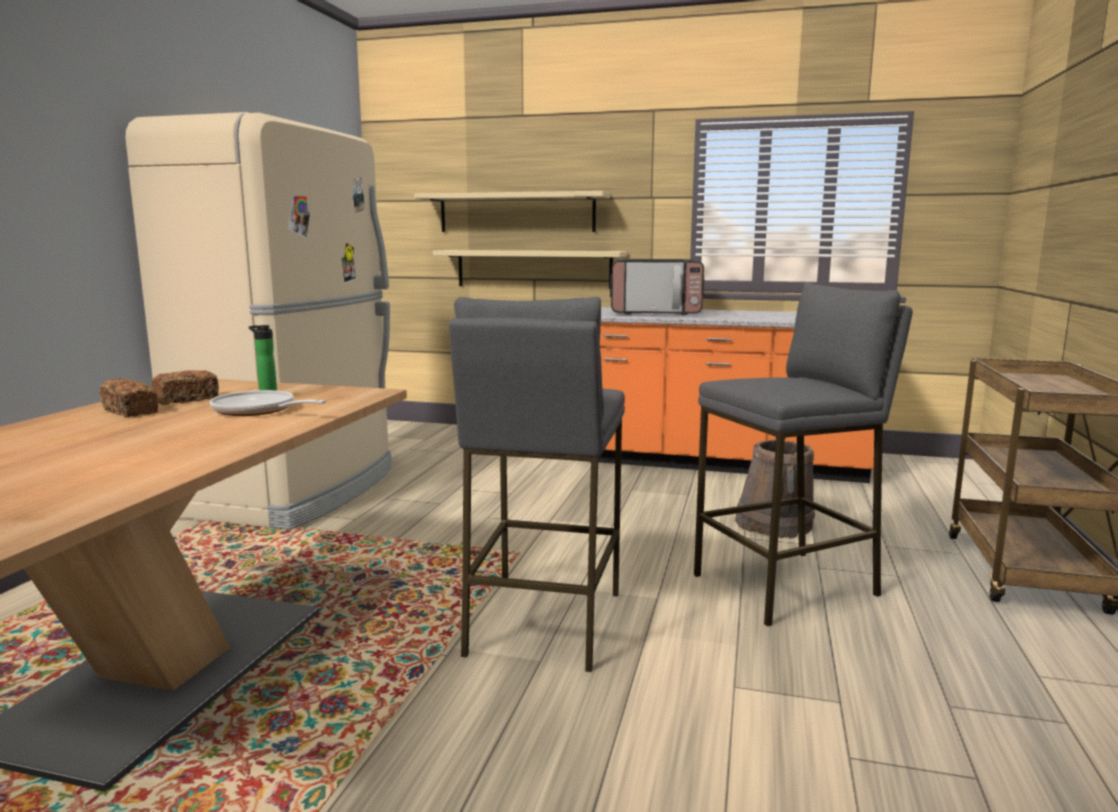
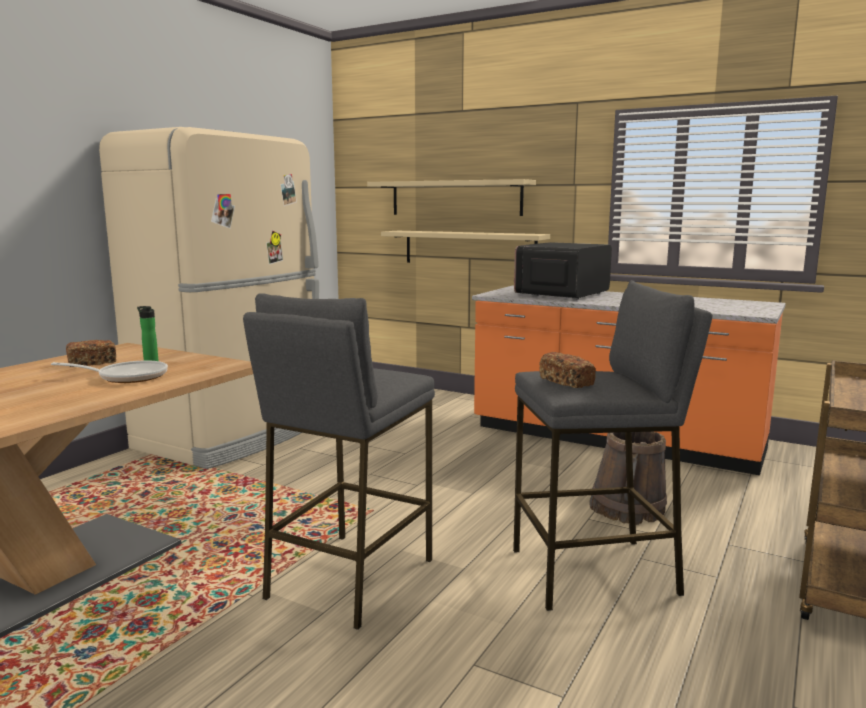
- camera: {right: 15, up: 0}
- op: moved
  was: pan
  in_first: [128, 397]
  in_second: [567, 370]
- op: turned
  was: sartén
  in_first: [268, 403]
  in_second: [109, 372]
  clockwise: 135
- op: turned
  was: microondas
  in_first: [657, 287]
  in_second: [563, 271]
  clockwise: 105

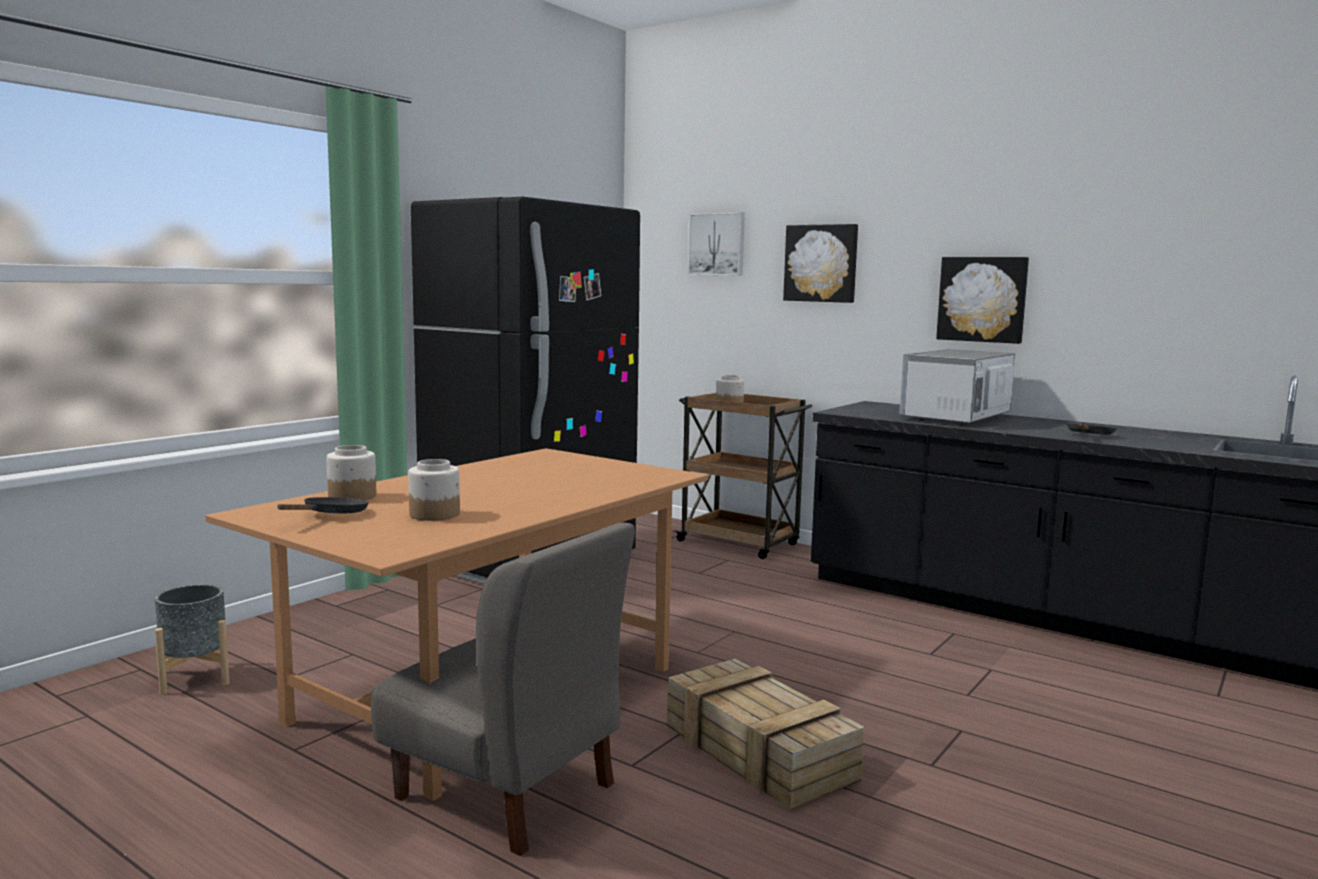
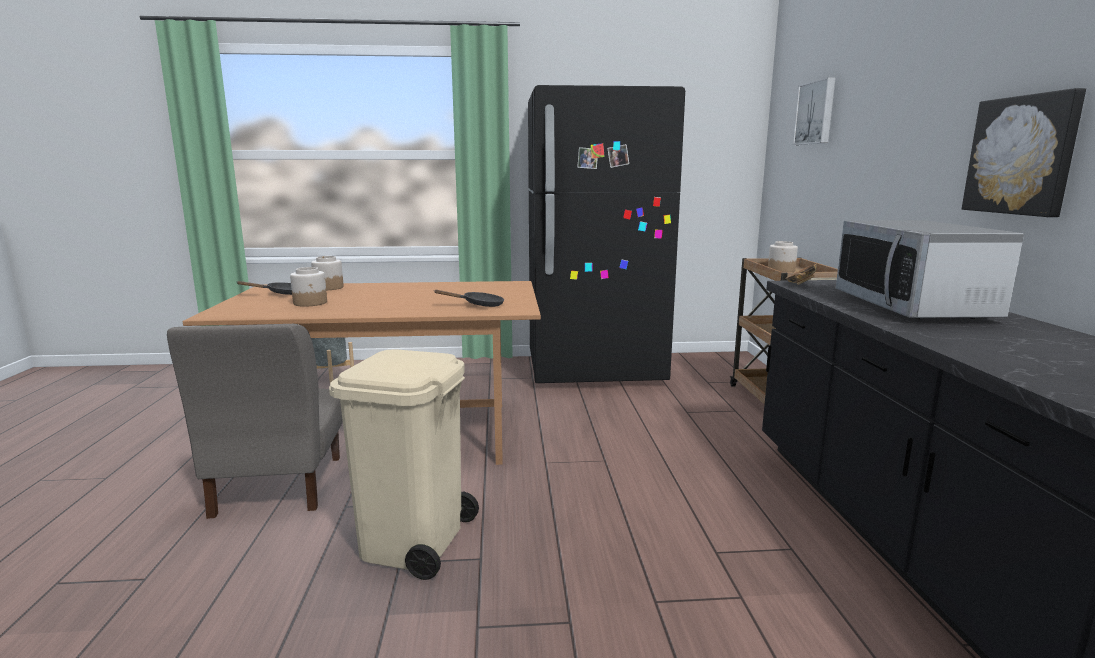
- camera: {right: 50, up: 5}
- op: removed
  was: cuadro
  in_first: [820, 263]
- op: added
  now: cuenco
  in_second: [801, 274]
- op: moved
  was: sartén/negro
  in_first: [1092, 429]
  in_second: [468, 298]
- op: replaced
  was: caja de embalaje
  now: papelera/beis
  in_first: [765, 734]
  in_second: [404, 464]
- op: turned
  was: microondas
  in_first: [957, 387]
  in_second: [930, 269]
  clockwise: -90

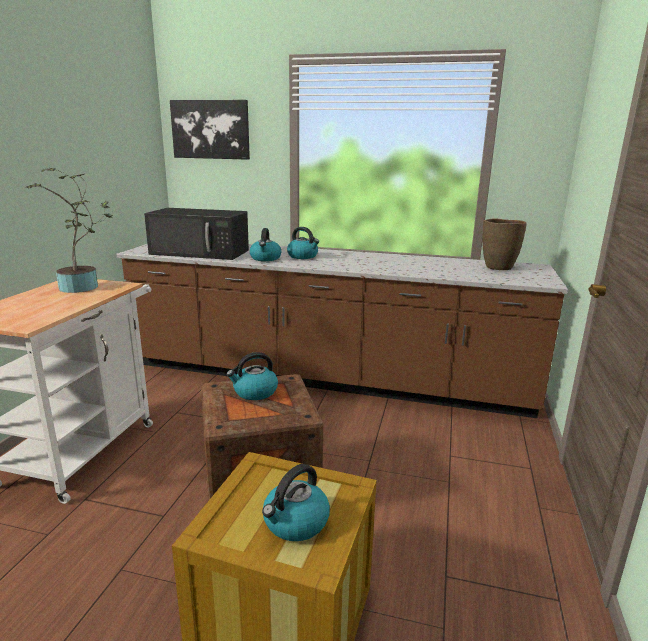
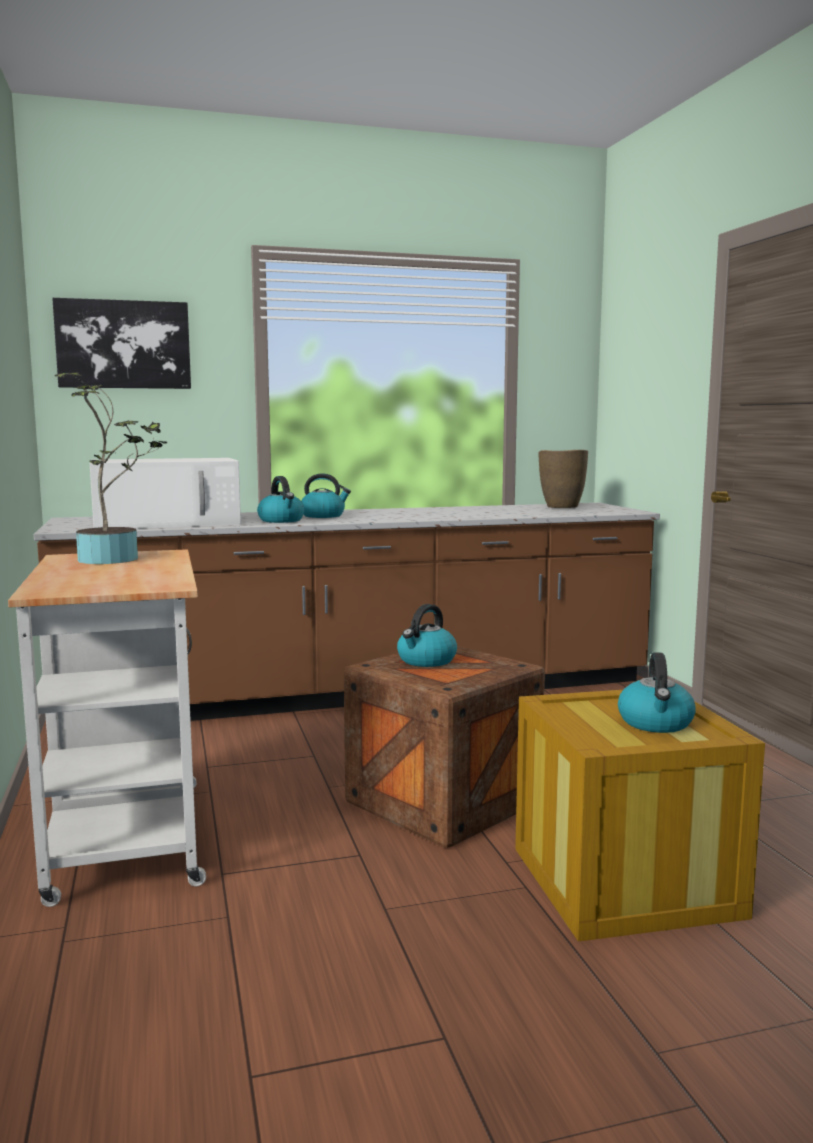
- camera: {right: -30, up: -10}
- op: recoloured
  was: microondas/negro
  now: microondas/blanco
  in_first: [196, 234]
  in_second: [165, 493]

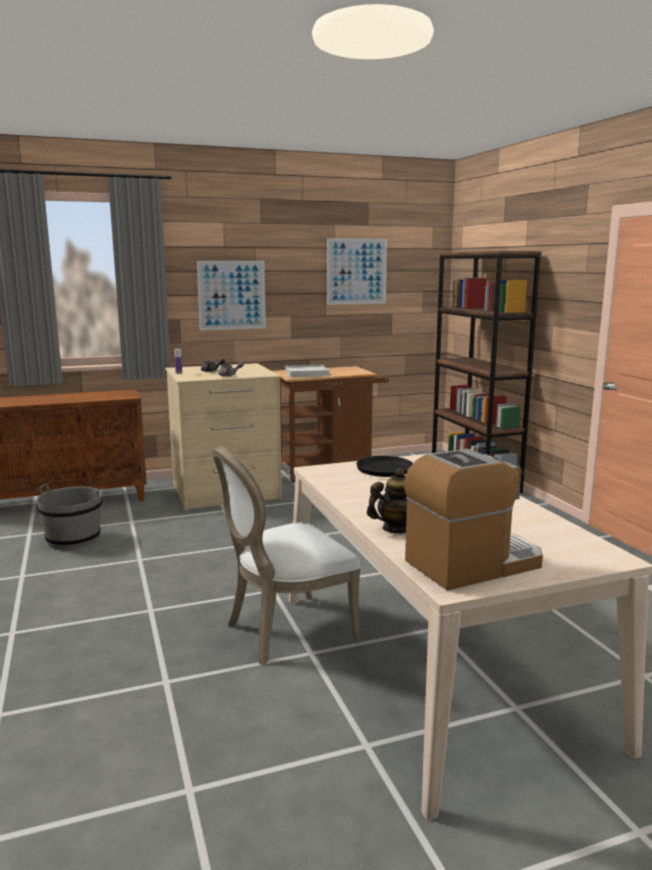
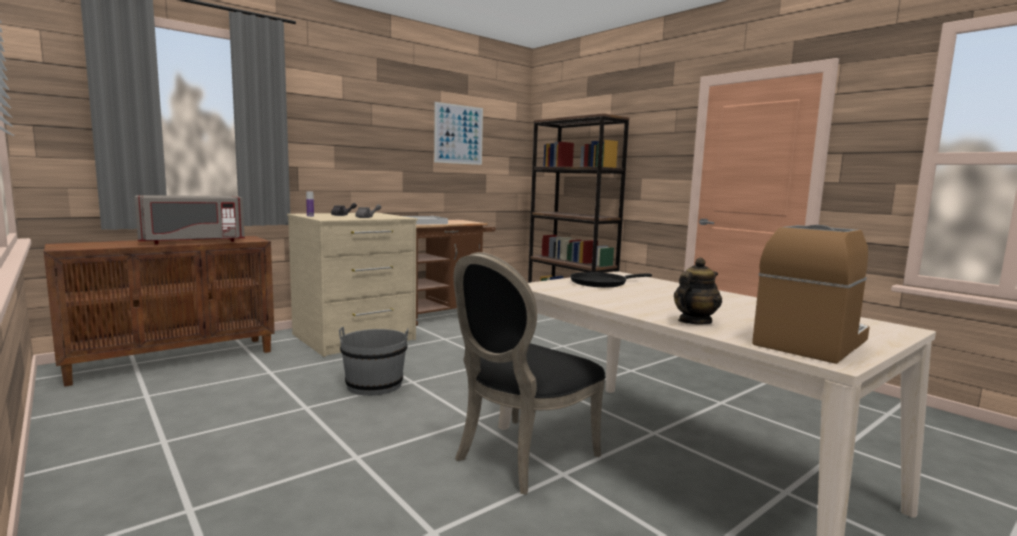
- camera: {right: -20, up: -5}
- op: removed
  was: cuadro
  in_first: [231, 295]
- op: added
  now: microondas/gris
  in_second: [190, 219]
- op: moved
  was: cubo/gris
  in_first: [69, 517]
  in_second: [374, 361]
- op: recoloured
  was: silla/blanco
  now: silla/negro
  in_first: [286, 555]
  in_second: [529, 373]

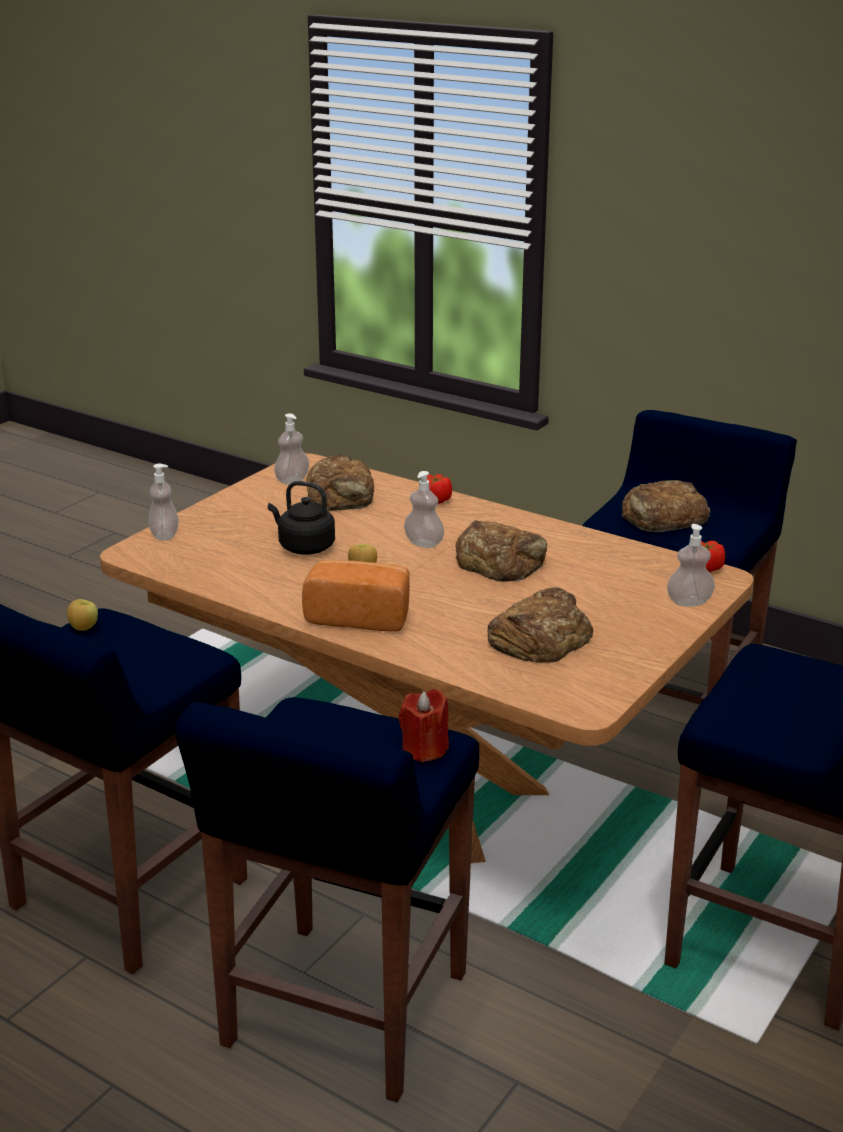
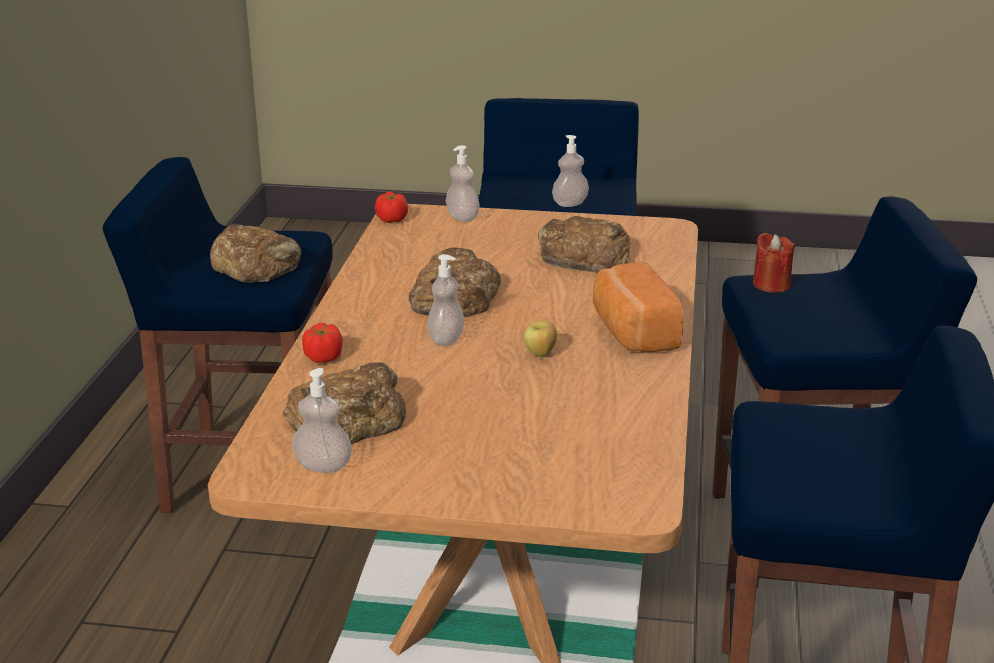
- camera: {right: -115, up: 0}
- op: removed
  was: manzana
  in_first: [82, 615]
- op: removed
  was: hervidor/negro
  in_first: [301, 518]
- op: moved
  was: dispensador de jabón
  in_first: [163, 502]
  in_second: [570, 171]

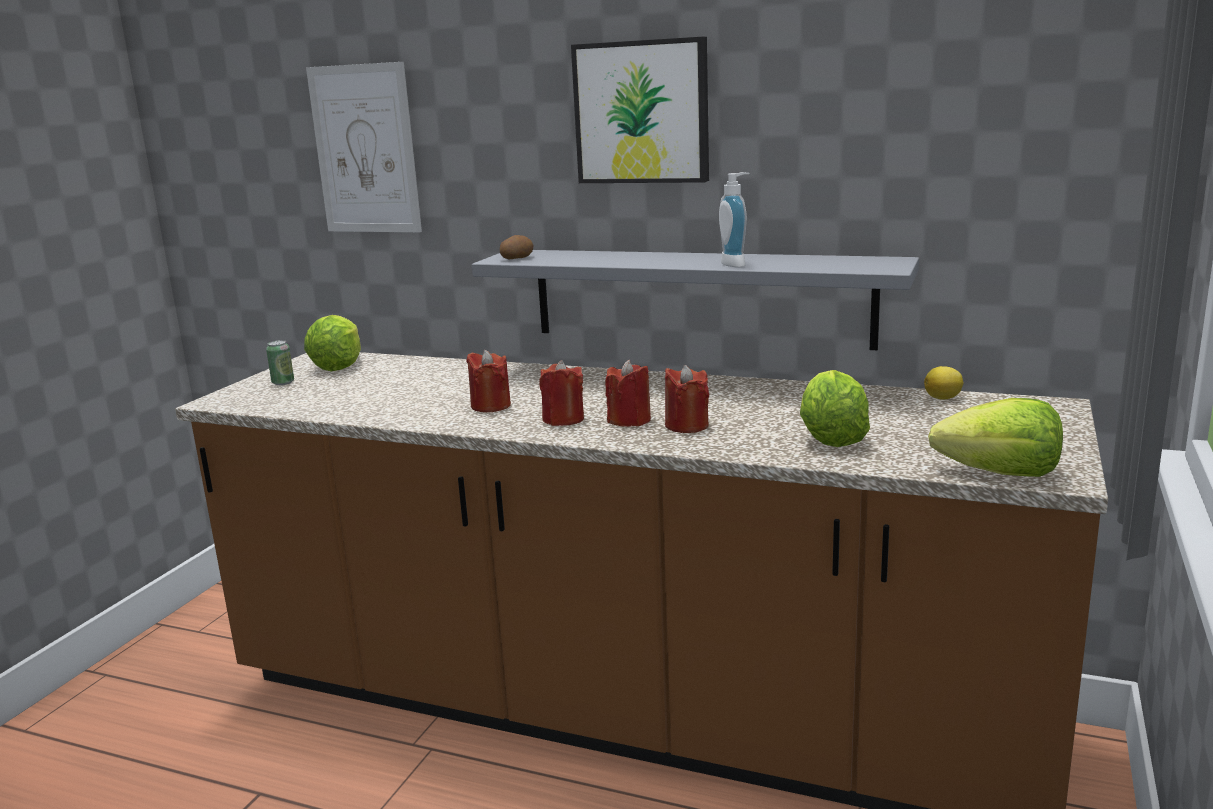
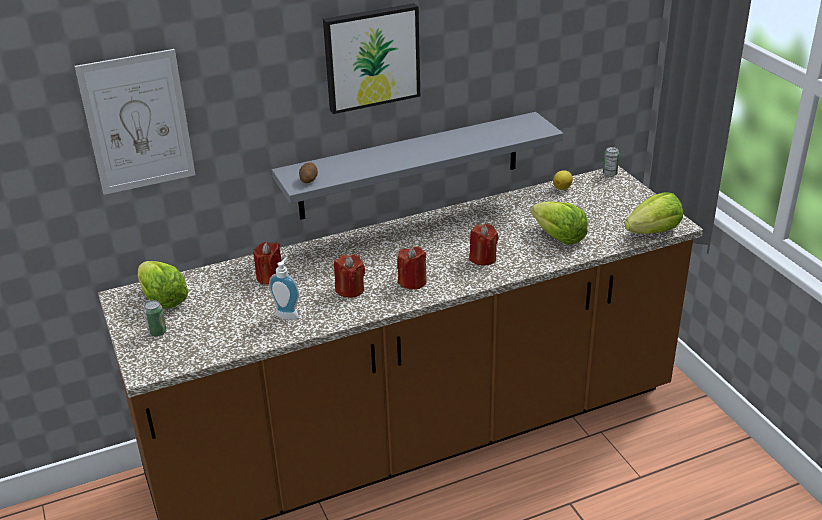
- camera: {right: -45, up: 15}
- op: added
  now: lata
  in_second: [611, 162]
- op: moved
  was: vela/rojo
  in_first: [628, 393]
  in_second: [267, 263]
- op: moved
  was: dispensador de jabón
  in_first: [734, 219]
  in_second: [284, 288]

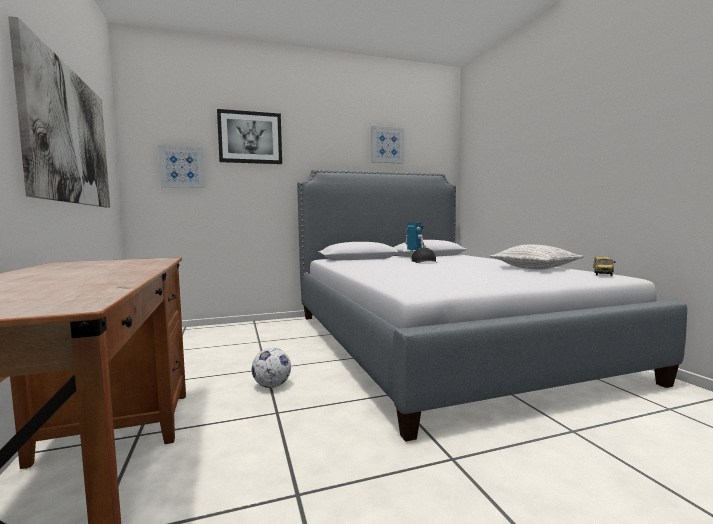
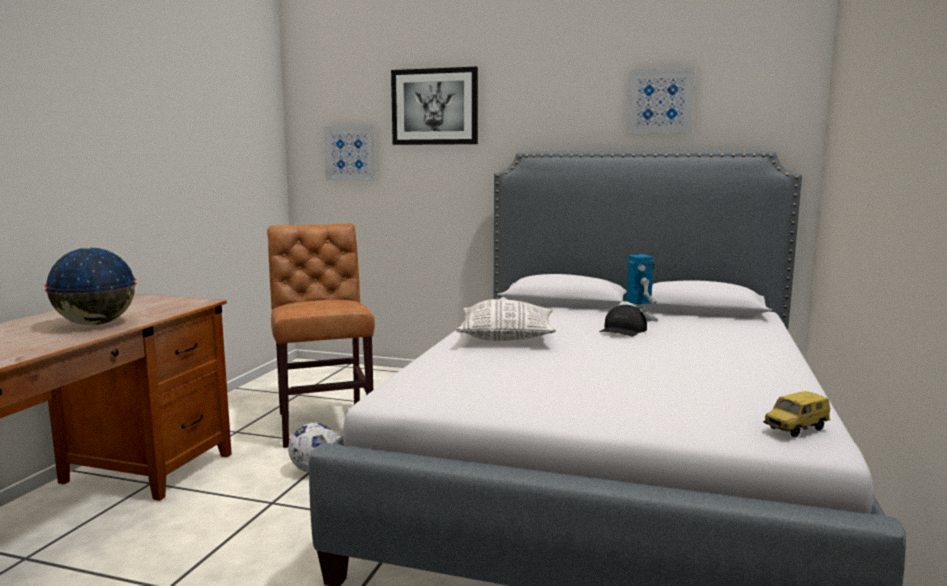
- camera: {right: 35, up: 5}
- op: removed
  was: cuadro
  in_first: [59, 111]
- op: added
  now: globo terráqueo
  in_second: [91, 286]
- op: added
  now: silla/marrón
  in_second: [321, 336]
- op: moved
  was: cojín
  in_first: [536, 257]
  in_second: [506, 320]

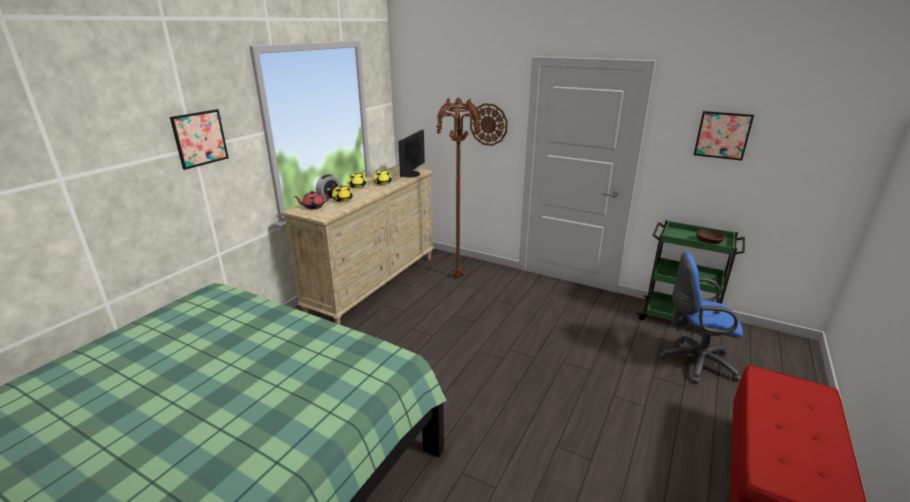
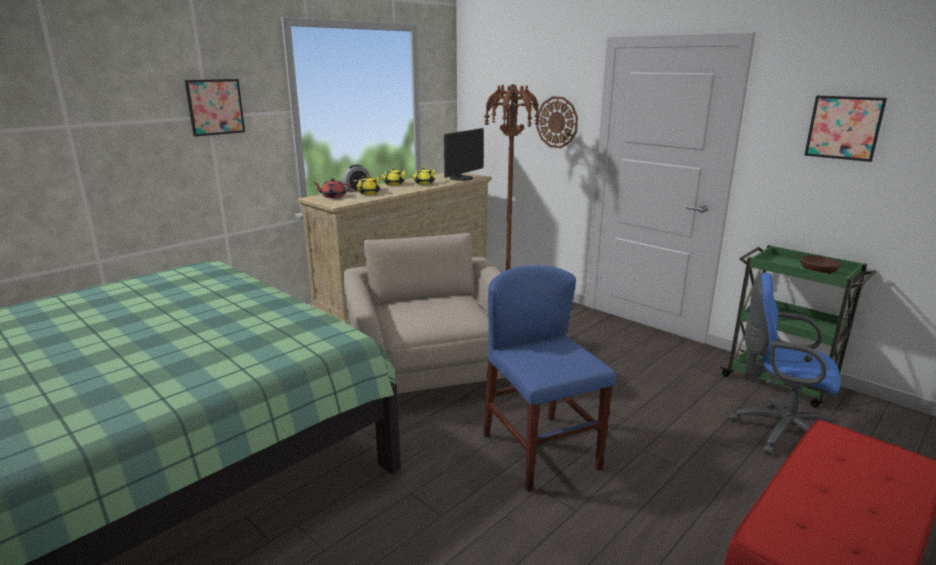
- camera: {right: 15, up: -5}
- op: added
  now: sillón/beis
  in_second: [428, 313]
- op: added
  now: silla/azul
  in_second: [549, 378]

